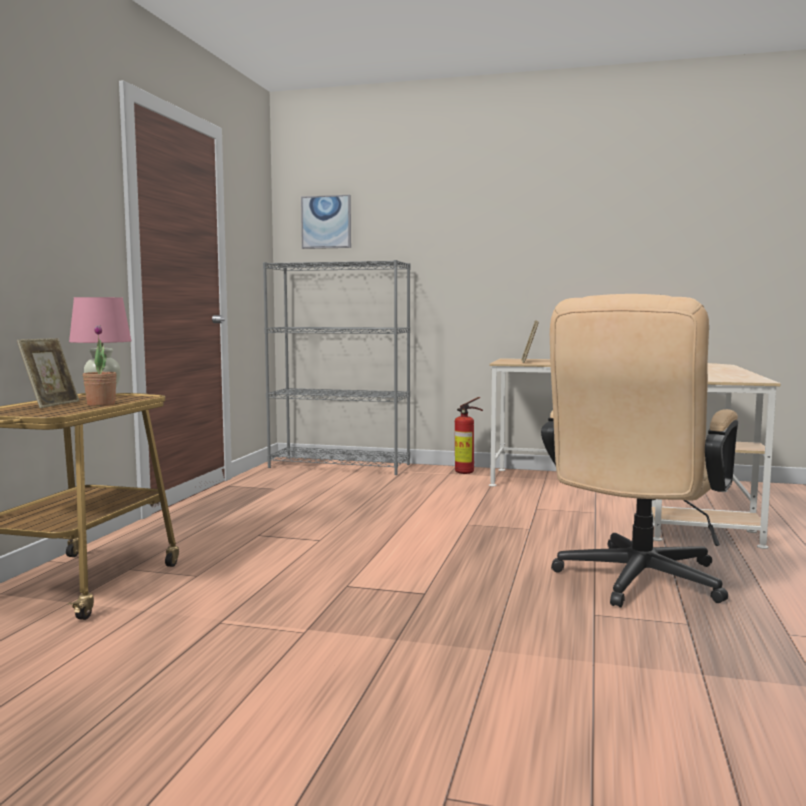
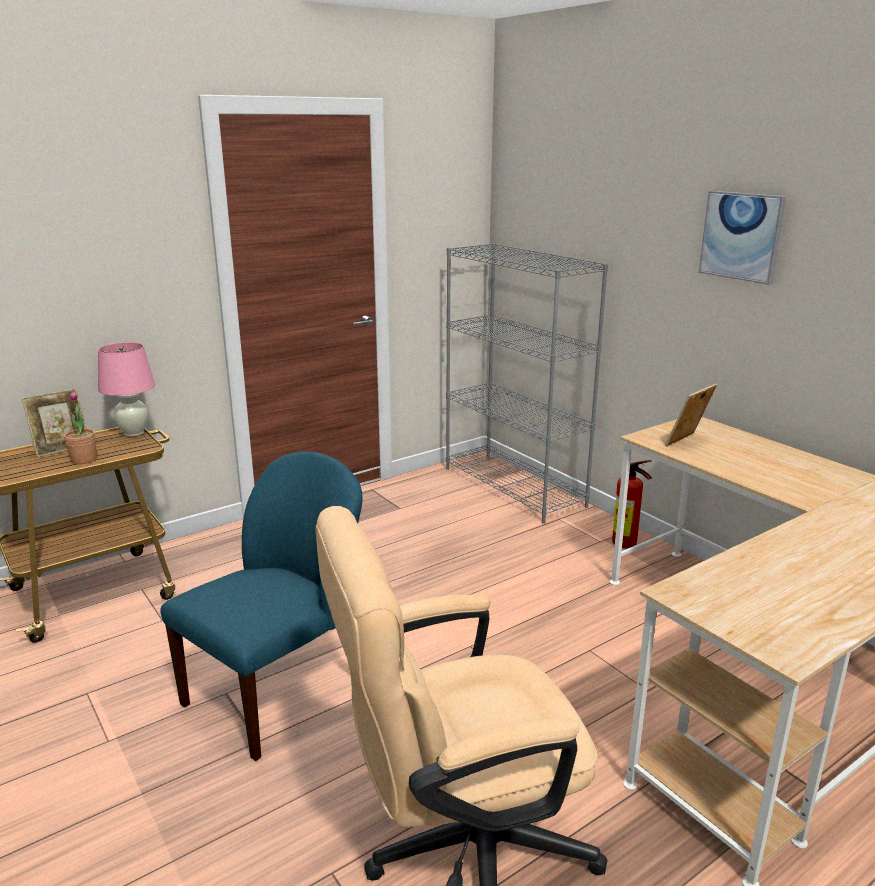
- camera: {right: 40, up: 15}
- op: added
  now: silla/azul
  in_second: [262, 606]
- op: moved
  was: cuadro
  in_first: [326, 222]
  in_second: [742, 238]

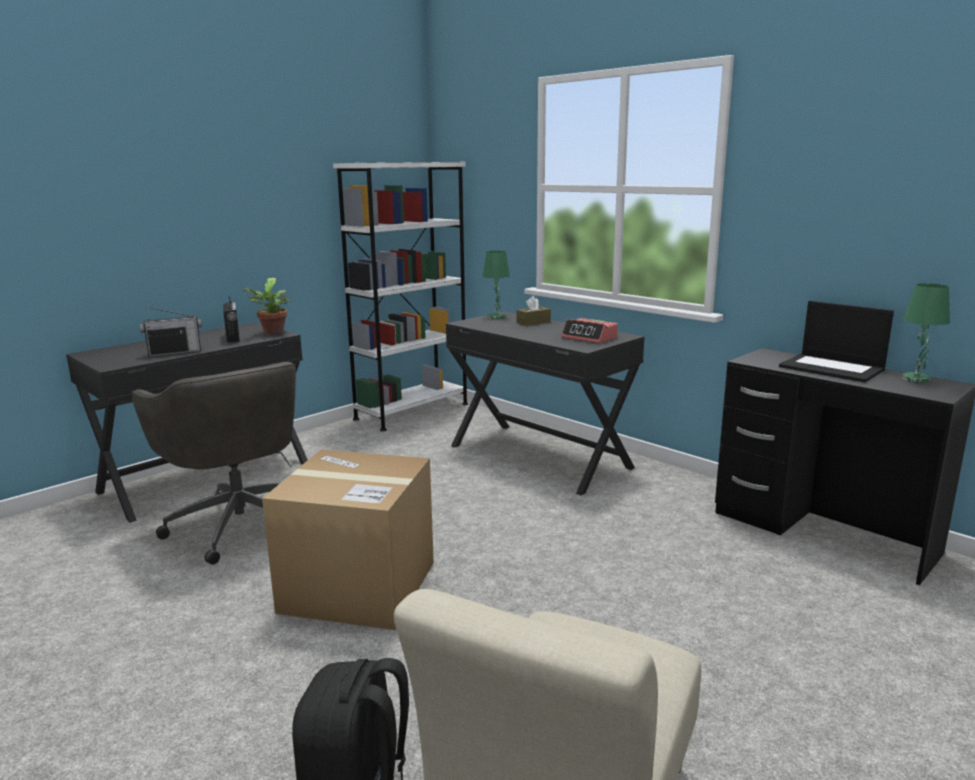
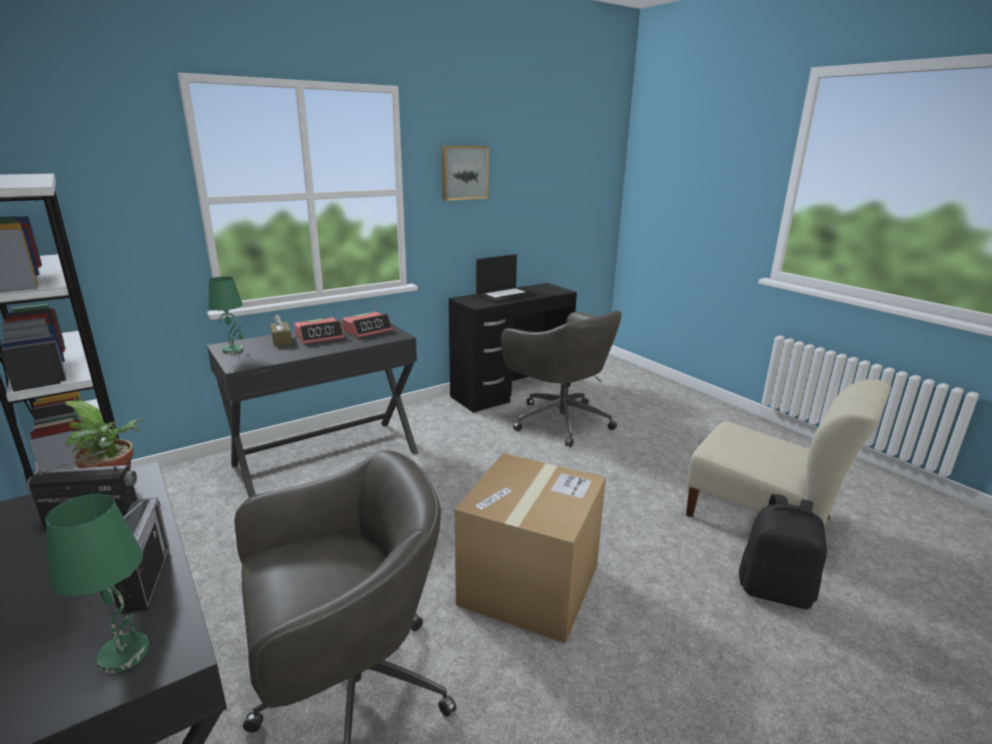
- camera: {right: -80, up: 5}
- op: added
  now: despertador
  in_second: [319, 330]
- op: added
  now: cuadro
  in_second: [465, 173]
- op: added
  now: silla de oficina/gris
  in_second: [561, 378]
- op: moved
  was: lámpara de mesa/verde
  in_first: [926, 333]
  in_second: [98, 583]

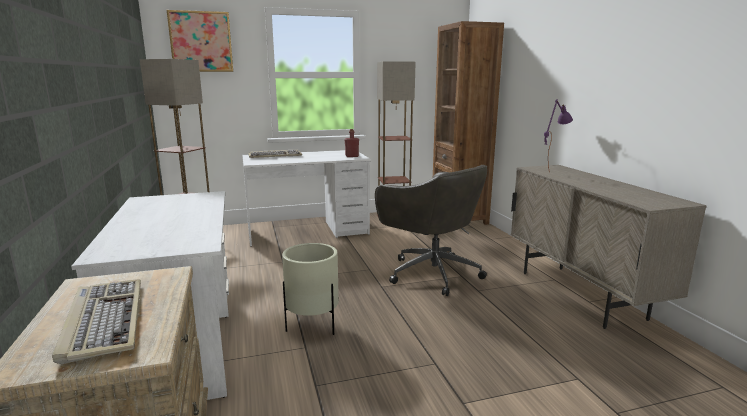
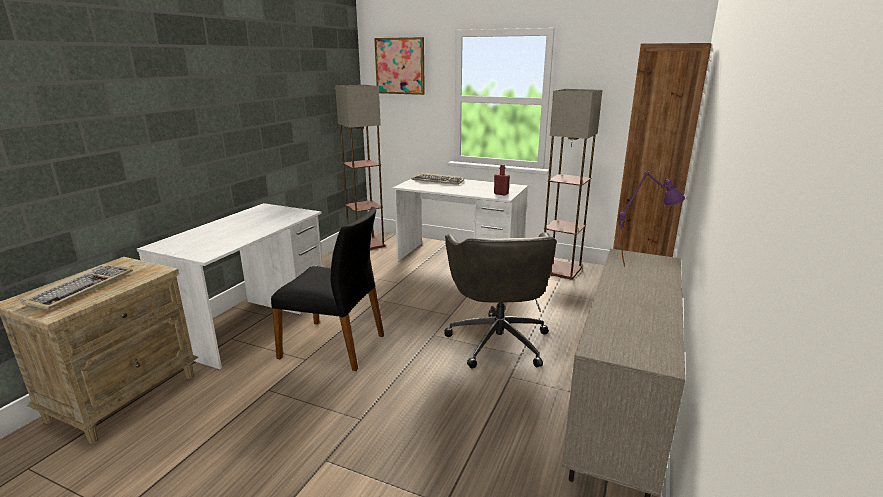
- camera: {right: 40, up: 5}
- op: replaced
  was: maceta/beis
  now: silla/negro
  in_first: [310, 289]
  in_second: [327, 289]

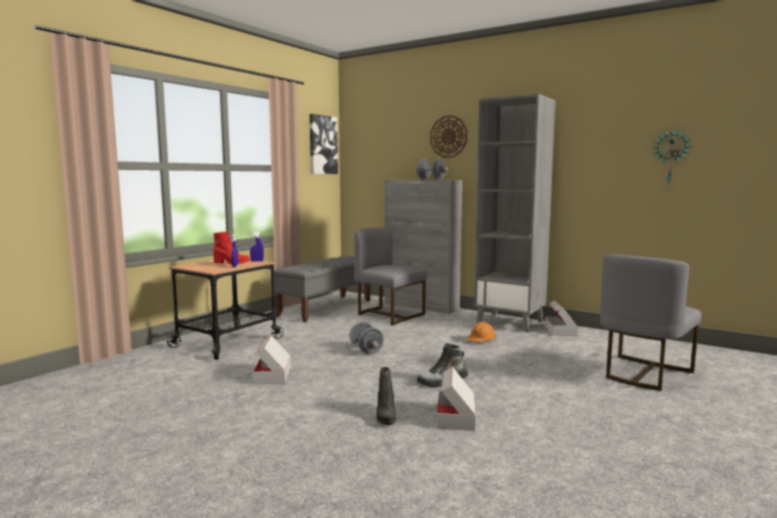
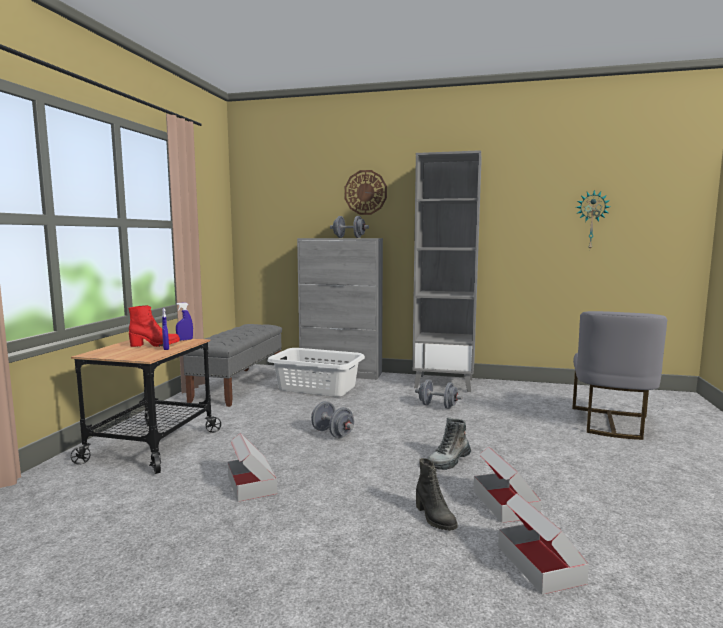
- camera: {right: -20, up: 0}
- op: removed
  was: cuadro
  in_first: [324, 144]
- op: moved
  was: caja de cartón
  in_first: [561, 318]
  in_second: [543, 544]
- op: replaced
  was: silla/gris
  now: cesto de la ropa/blanco
  in_first: [390, 276]
  in_second: [316, 372]
- op: replaced
  was: casco/naranja
  now: mancuerna/gris
  in_first: [481, 332]
  in_second: [438, 394]

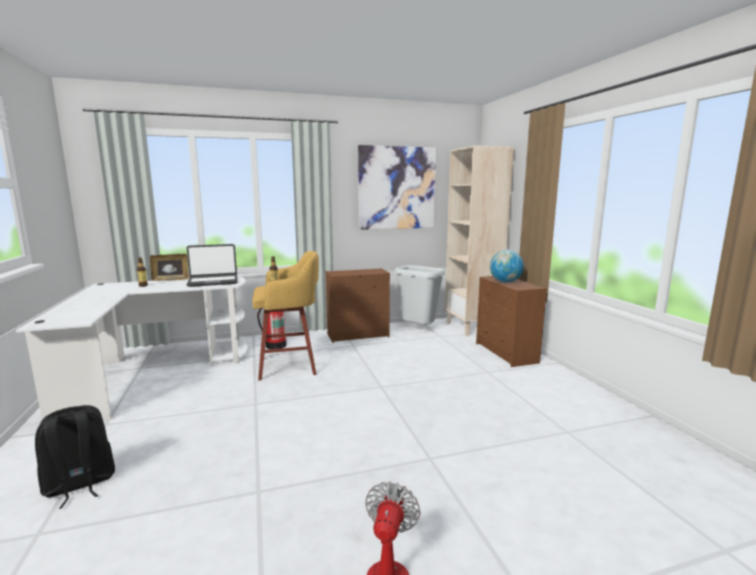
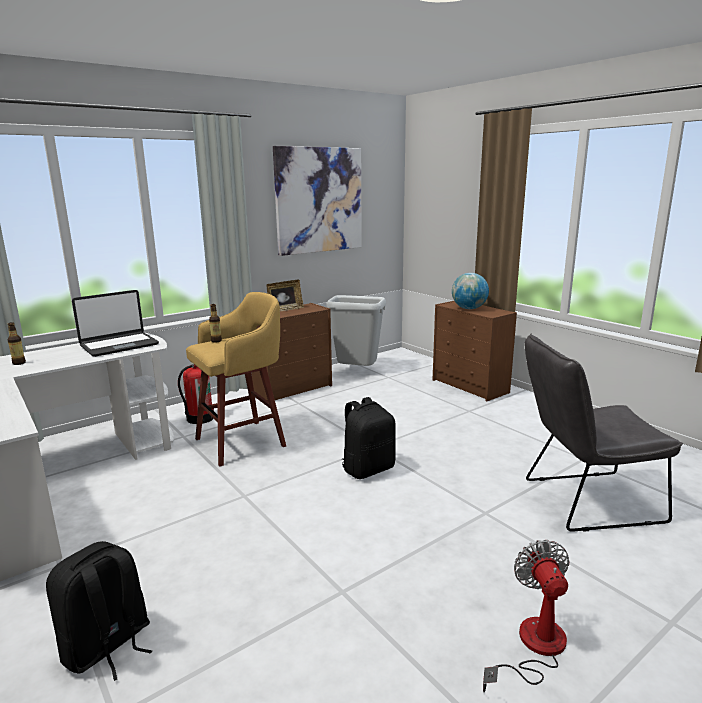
- camera: {right: -20, up: 5}
- op: removed
  was: estantería/beis
  in_first: [479, 240]
- op: added
  now: mochila/negro
  in_second: [369, 438]
- op: added
  now: silla/gris
  in_second: [603, 432]
- op: moved
  was: portarretratos
  in_first: [169, 267]
  in_second: [285, 296]

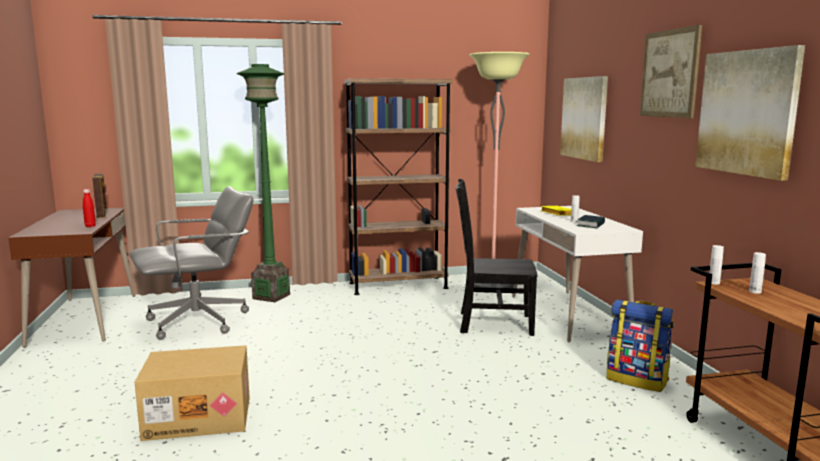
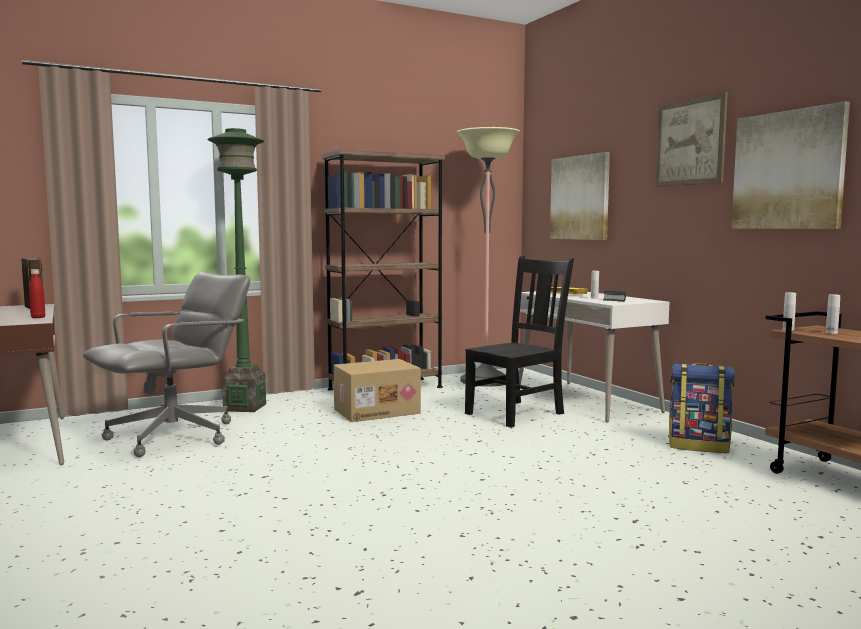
- camera: {right: -15, up: -5}
- op: moved
  was: caja de cartón
  in_first: [192, 393]
  in_second: [377, 390]
- op: turned
  was: silla/negro
  in_first: [496, 257]
  in_second: [519, 342]
  clockwise: 150

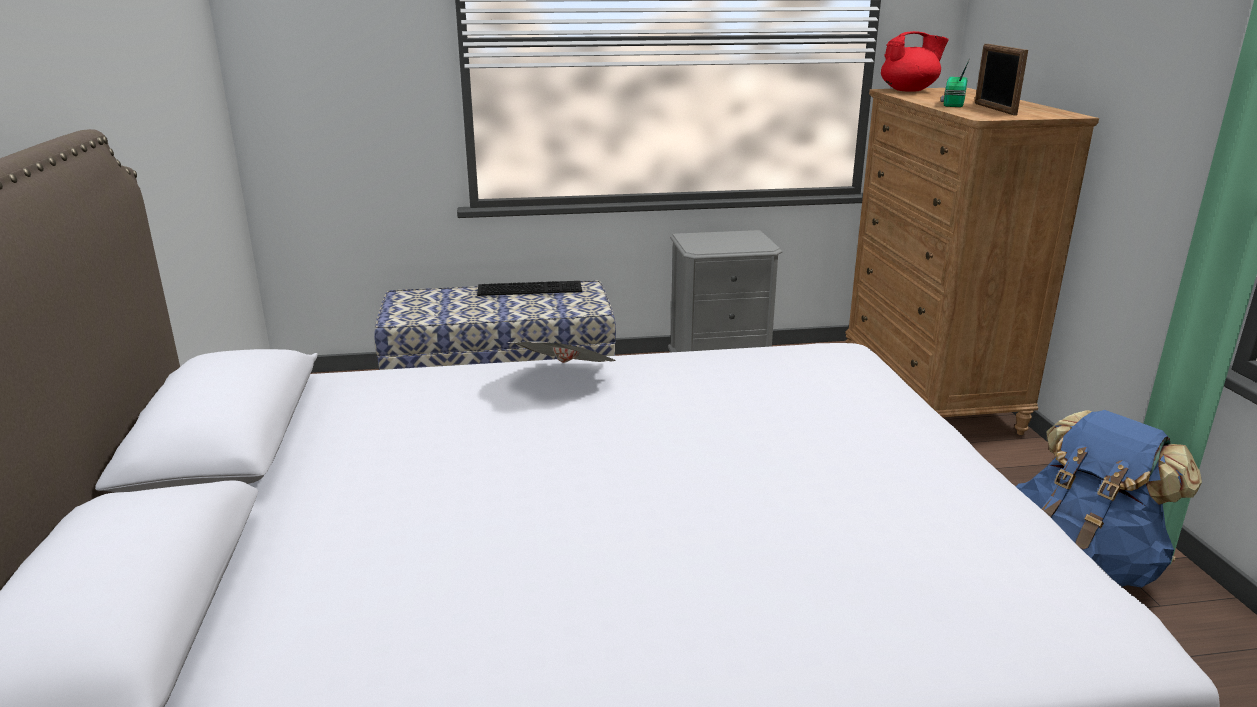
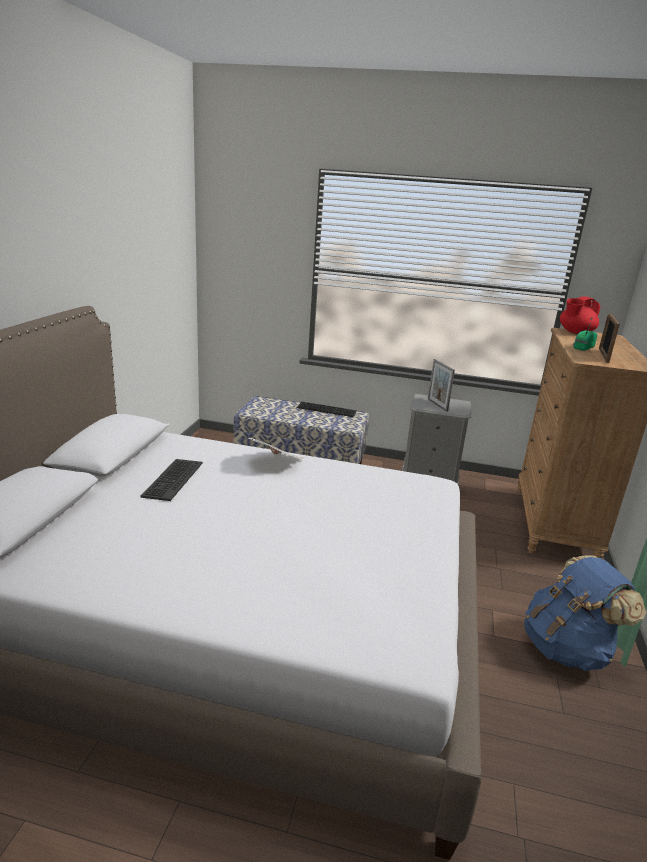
- camera: {right: 20, up: 0}
- op: added
  now: teclado
  in_second: [171, 480]
- op: added
  now: portarretratos
  in_second: [441, 385]
- op: turned
  was: tetera/rojo
  in_first: [915, 61]
  in_second: [580, 315]
  clockwise: 135

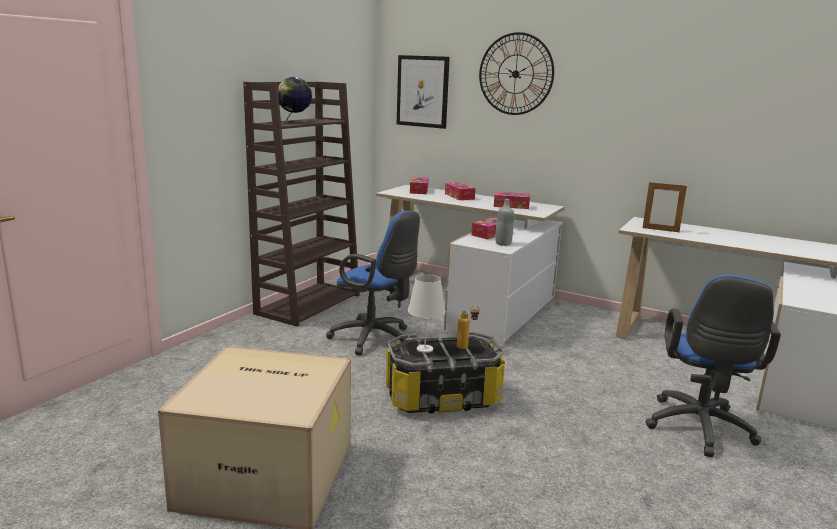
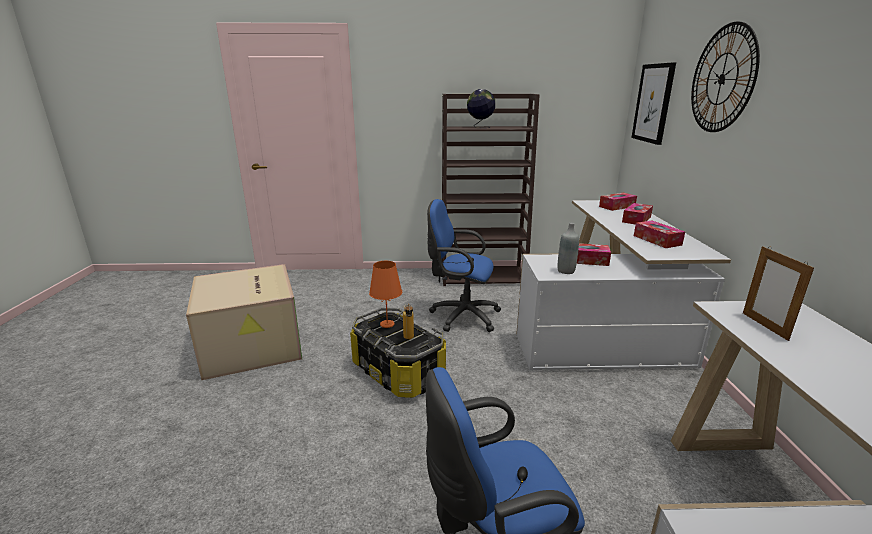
- camera: {right: 60, up: 5}
- op: recoloured
  was: lámpara de mesa/blanco
  now: lámpara de mesa/naranja
  in_first: [427, 313]
  in_second: [385, 294]
- op: turned
  was: silla de oficina/azul
  in_first: [373, 283]
  in_second: [464, 265]
  clockwise: 105

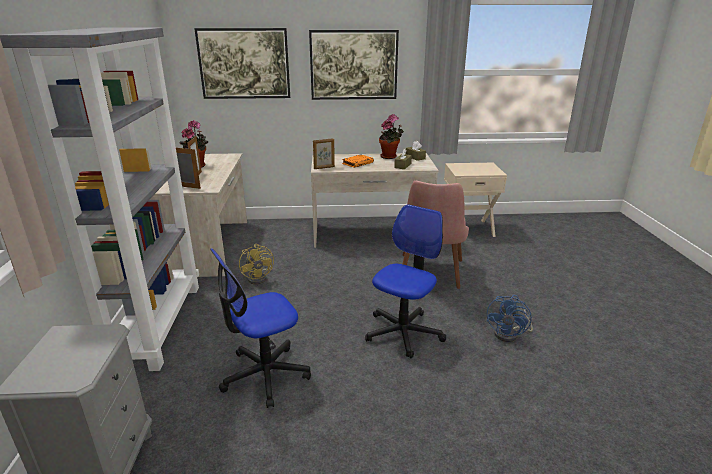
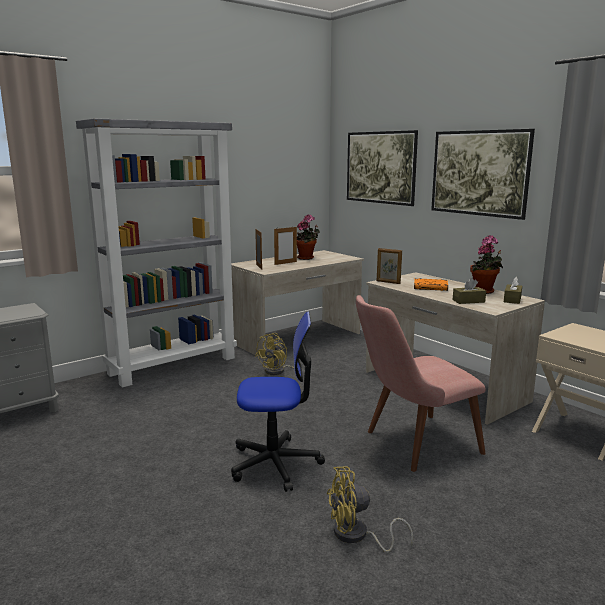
- camera: {right: 55, up: -10}
- op: removed
  was: silla de oficina
  in_first: [260, 328]
- op: recoloured
  was: ventilador/azul
  now: ventilador/amarillo
  in_first: [510, 318]
  in_second: [370, 509]

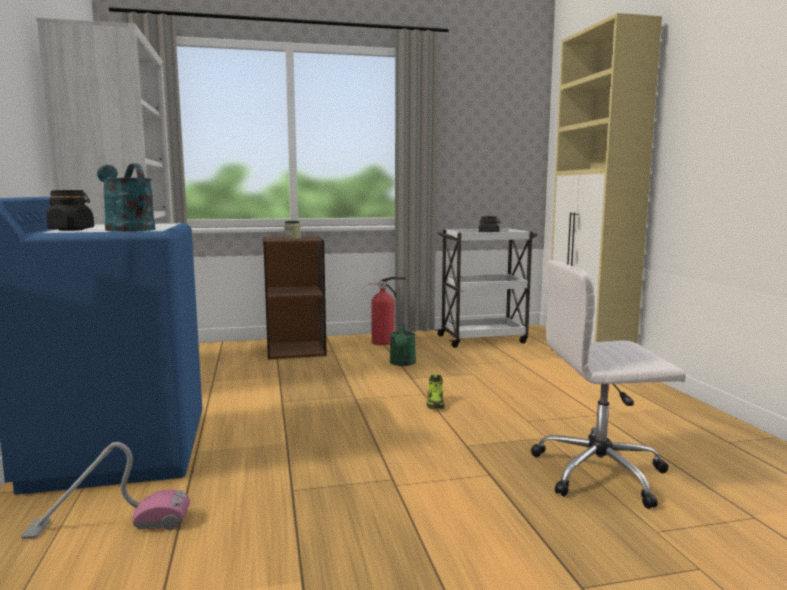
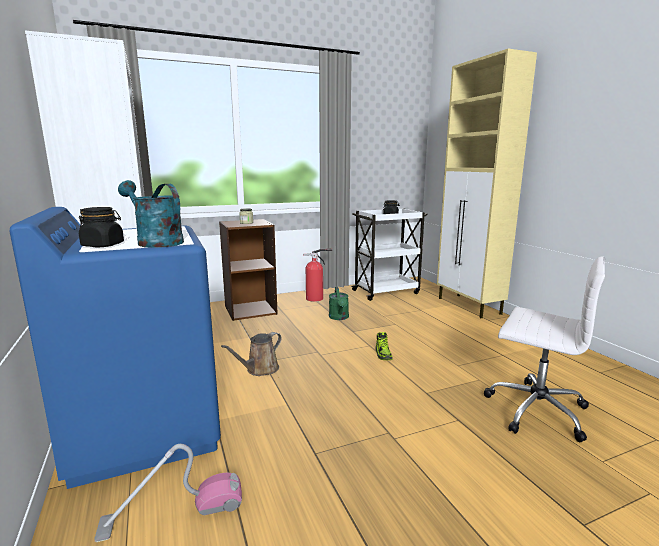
- camera: {right: -10, up: 5}
- op: added
  now: regadera/marrón
  in_second: [251, 354]
- op: turned
  was: silla de oficina/blanco
  in_first: [608, 384]
  in_second: [544, 349]
  clockwise: -135

